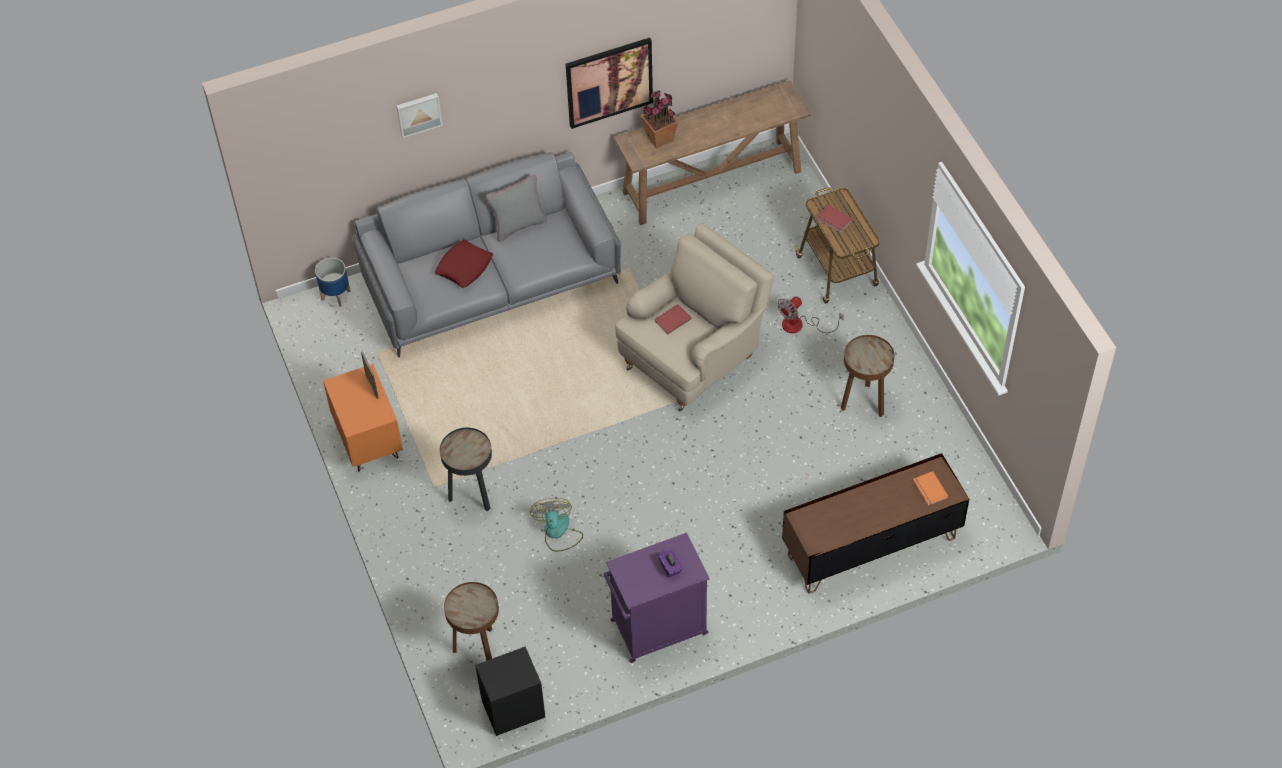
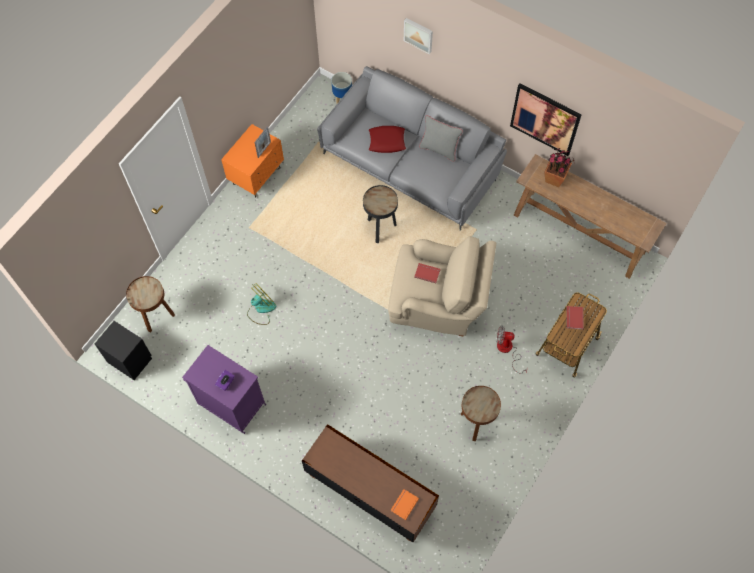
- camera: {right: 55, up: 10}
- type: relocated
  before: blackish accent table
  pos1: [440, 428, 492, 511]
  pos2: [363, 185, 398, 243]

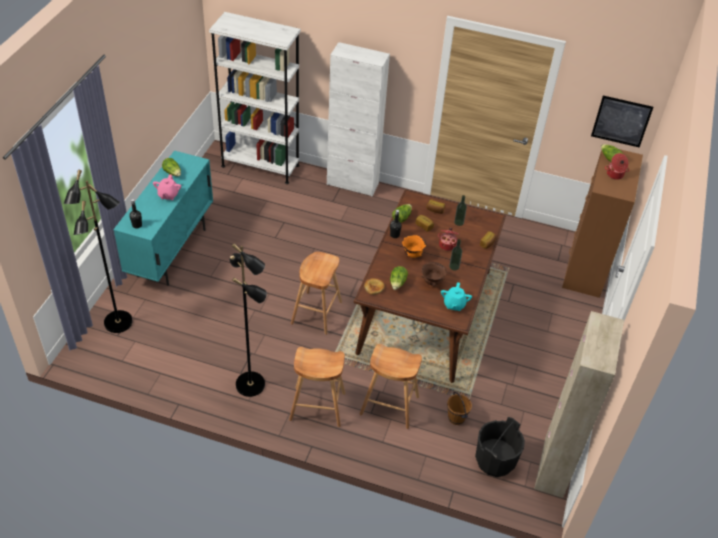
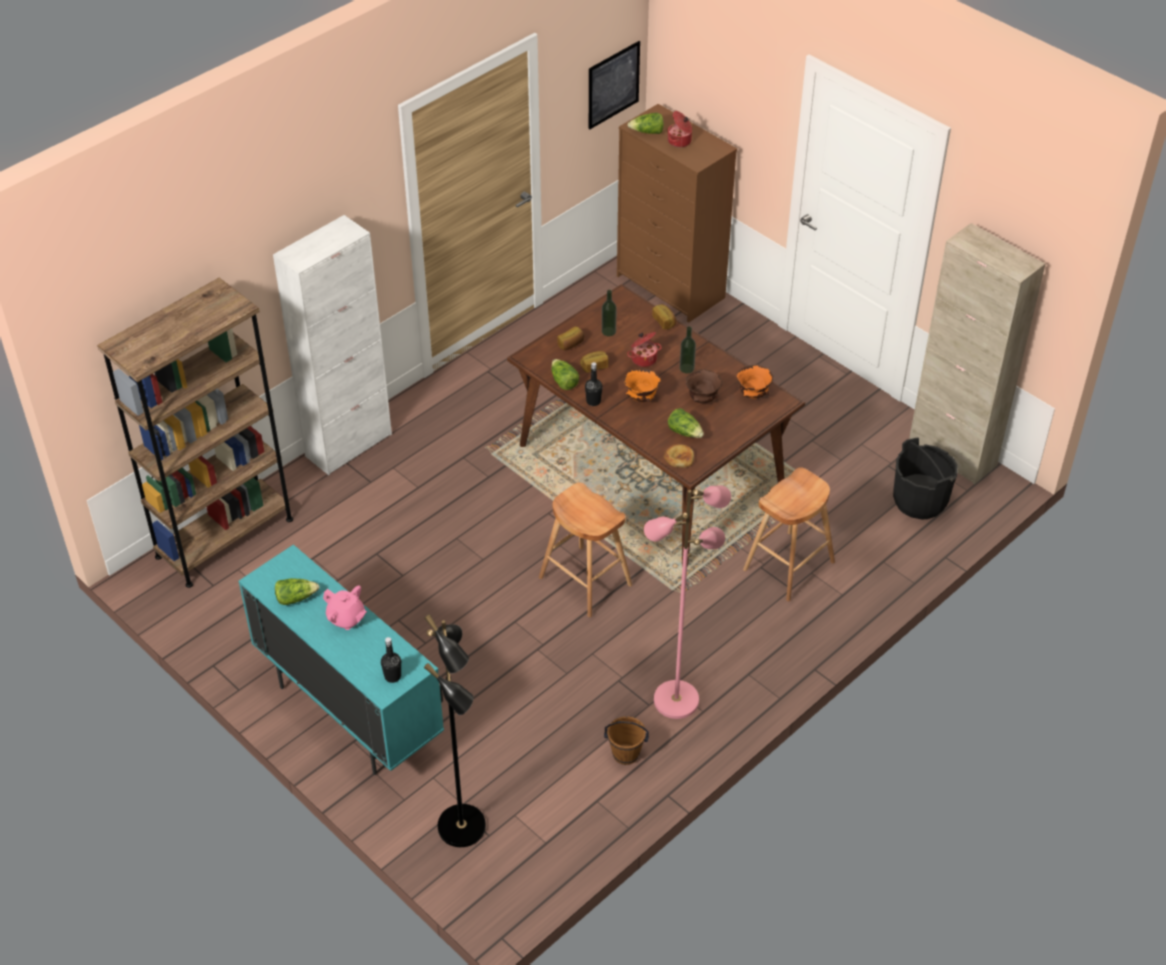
- camera: {right: -60, up: 0}
- type: colour
  before: white-coloured bookcase
  after: brown bookcase
  pos1: [209, 12, 301, 184]
  pos2: [97, 278, 293, 588]
- type: colour
  before: blackish standing lamp
  after: pink-coloured standing lamp
  pos1: [230, 243, 267, 397]
  pos2: [644, 485, 731, 719]
- type: exchanged
  before: turquoise-coloured teapot
  after: orangey bowl
  pos1: [441, 282, 472, 311]
  pos2: [737, 365, 773, 399]
- type: missing
  before: brown sitting stool
  pos1: [289, 347, 346, 427]
- type: relocated
  before: brown water bucket
  pos1: [447, 392, 472, 425]
  pos2: [604, 716, 649, 765]

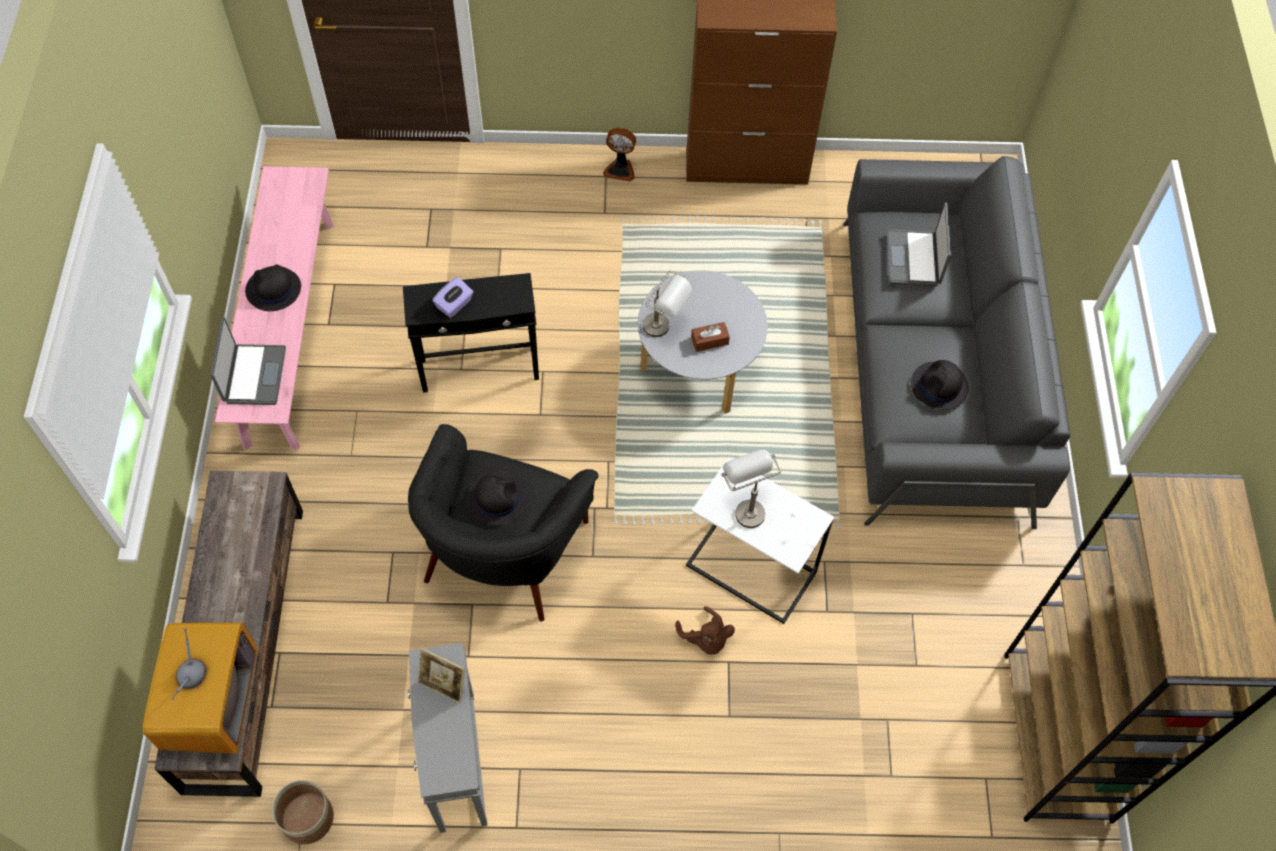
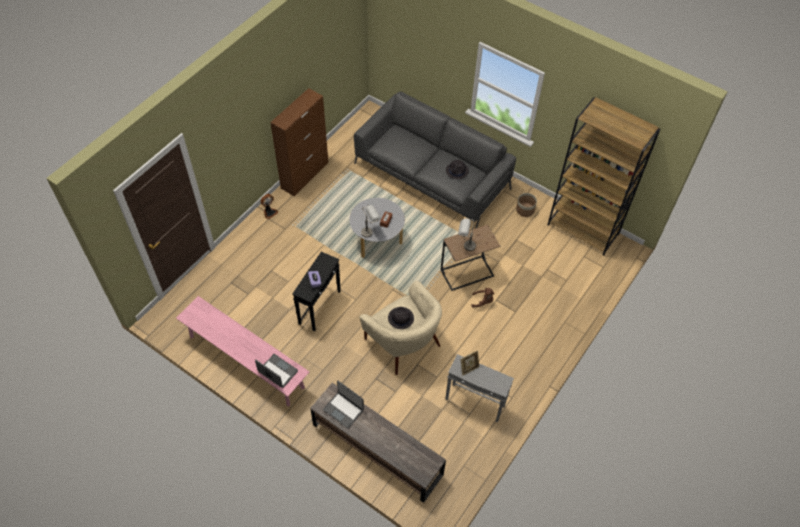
- camera: {right: -55, up: -5}
- type: relocated
  before: laptop
  pos1: [887, 202, 951, 286]
  pos2: [323, 381, 364, 428]
- type: missing
  before: blackish hat
  pos1: [245, 265, 301, 311]
- type: colour
  before: blackish lounge chair
  after: sand-coloured lounge chair
  pos1: [408, 424, 599, 621]
  pos2: [359, 281, 442, 375]
- type: colour
  before: white-coloured accent table
  after: brown accent table
  pos1: [686, 457, 834, 624]
  pos2: [441, 225, 500, 291]
- type: missing
  before: TV
  pos1: [143, 622, 257, 754]
- type: relocated
  before: flower pot
  pos1: [272, 780, 334, 844]
  pos2: [516, 193, 537, 217]

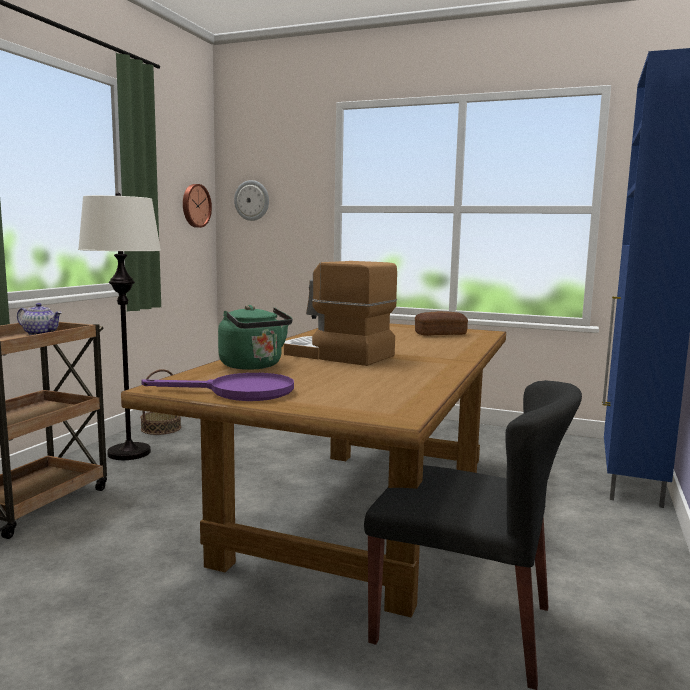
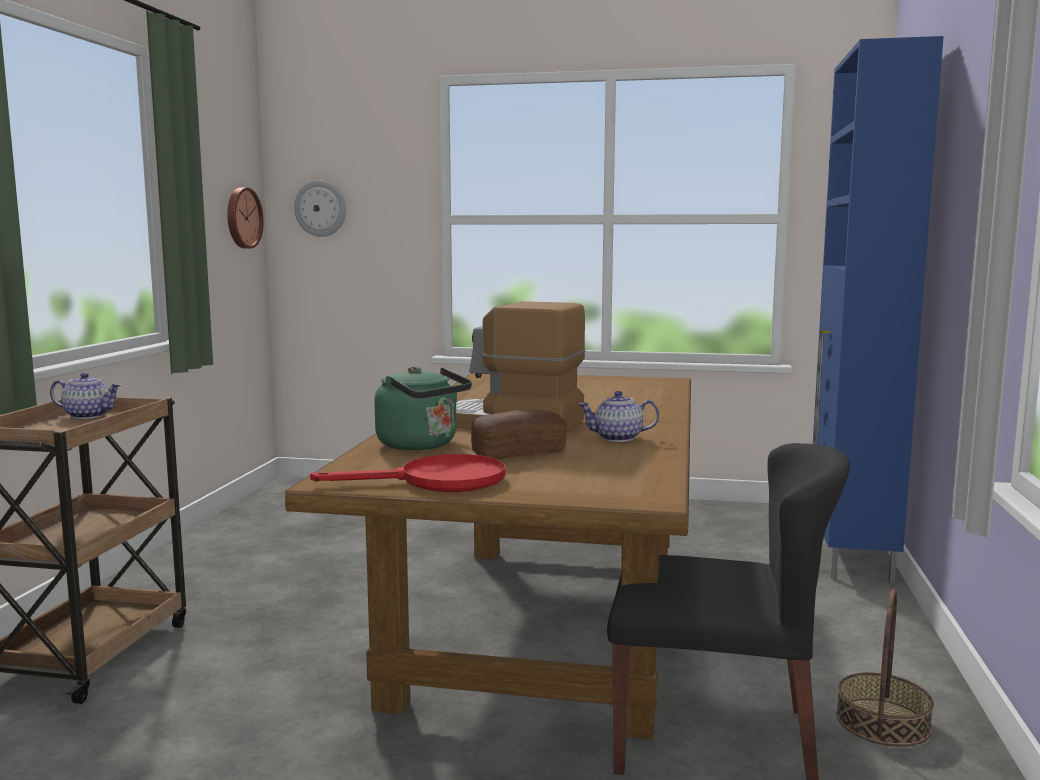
- camera: {right: -10, up: 0}
- type: missing
  before: white-coloured standing lamp
  pos1: [78, 193, 161, 460]
- type: relocated
  before: bakery bread
  pos1: [415, 311, 468, 336]
  pos2: [470, 410, 567, 459]
- type: relocated
  before: storage basket
  pos1: [140, 369, 181, 435]
  pos2: [836, 589, 934, 747]
- type: colour
  before: purple-coloured pan
  after: red-coloured pan
  pos1: [141, 373, 294, 401]
  pos2: [310, 454, 505, 492]
- type: appeared
  after: teapot
  pos2: [578, 391, 659, 442]

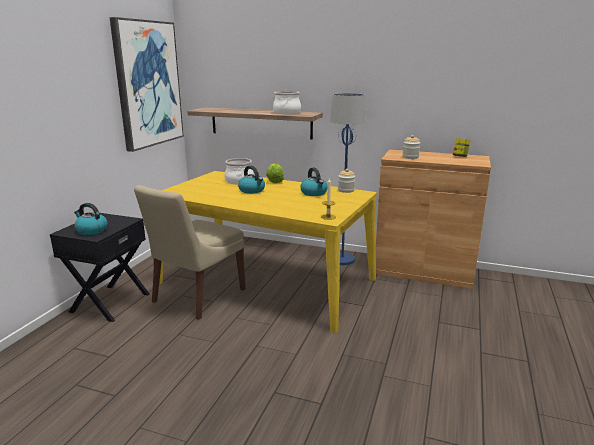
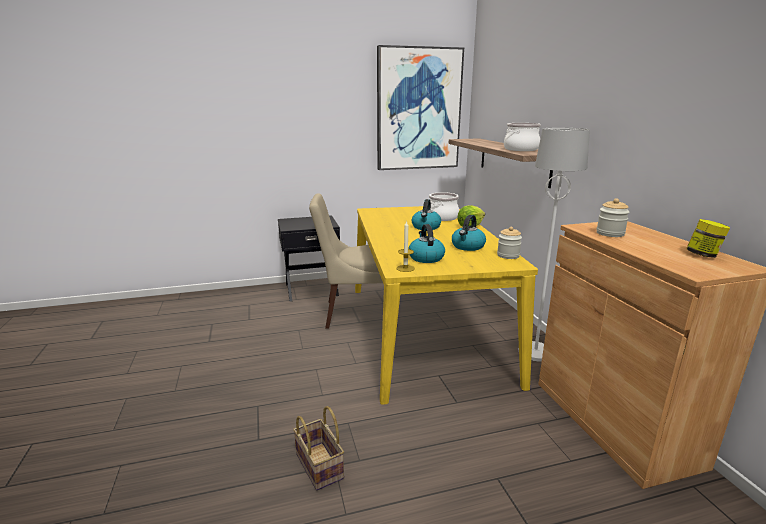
- camera: {right: 55, up: 0}
- type: colour
  before: bluish standing lamp
  after: white-coloured standing lamp
  pos1: [330, 93, 365, 265]
  pos2: [531, 128, 590, 362]
- type: relocated
  before: kettle
  pos1: [74, 203, 108, 235]
  pos2: [408, 224, 445, 263]
- type: appeared
  after: storage basket
  pos2: [293, 406, 344, 490]

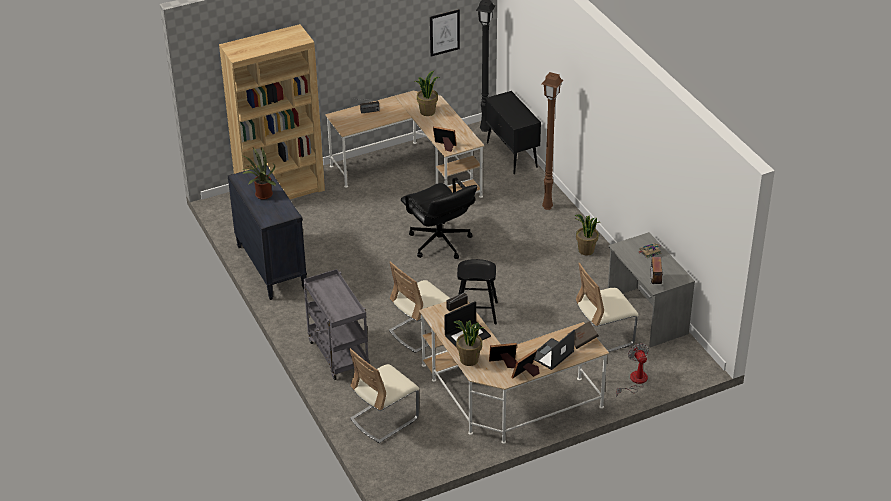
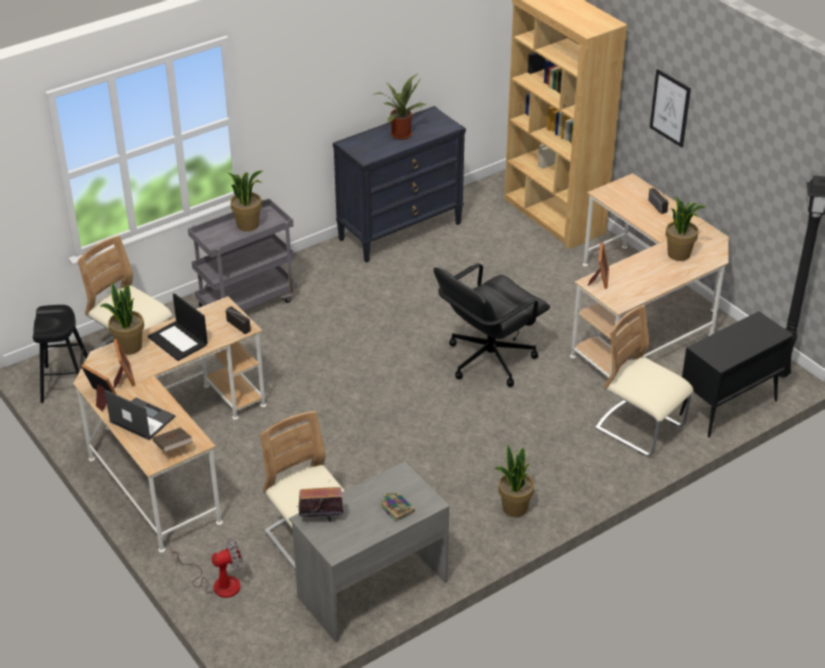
- camera: {right: 80, up: 0}
- type: relocated
  before: wall art
  pos1: [430, 9, 460, 57]
  pos2: [650, 69, 691, 148]
- type: missing
  before: brown standing lamp
  pos1: [542, 72, 563, 210]
- type: relocated
  before: blackish sitting stool
  pos1: [457, 259, 498, 324]
  pos2: [32, 305, 88, 403]
- type: relocated
  before: sand-coloured plain chair
  pos1: [389, 261, 450, 353]
  pos2: [595, 305, 694, 456]
- type: appeared
  after: houseplant
  pos2: [228, 170, 263, 232]

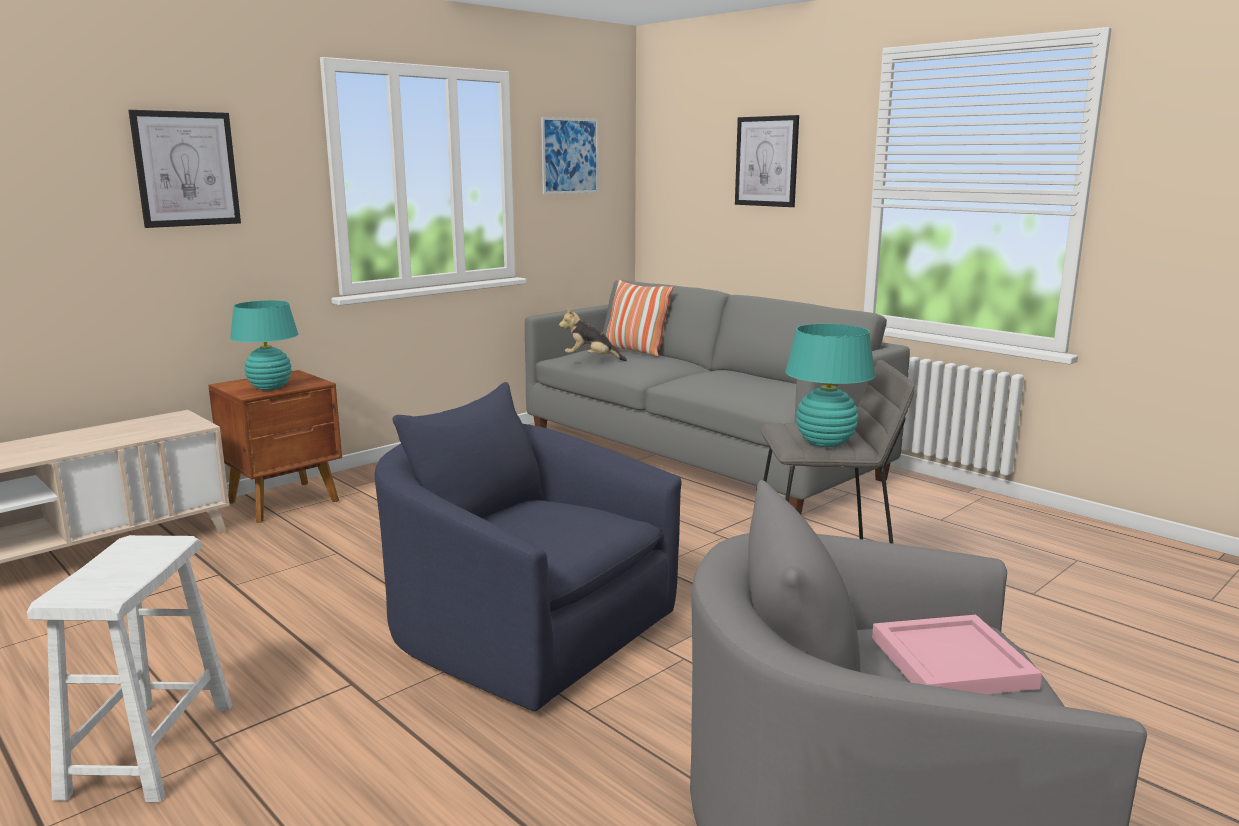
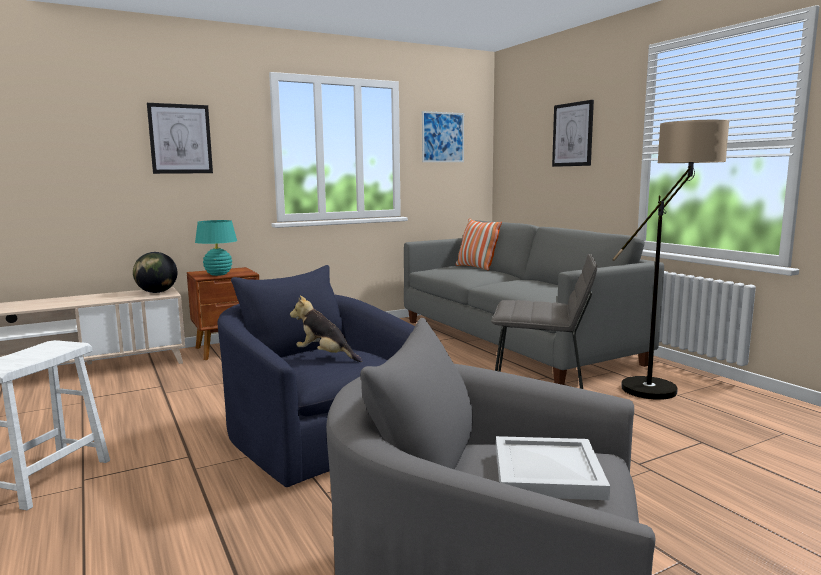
- camera: {right: 15, up: -5}
- type: relocated
  before: plush toy
  pos1: [559, 308, 627, 361]
  pos2: [290, 295, 362, 362]
- type: missing
  before: turquoise-coloured table lamp
  pos1: [785, 324, 875, 447]
- type: colour
  before: pink-coloured carrying tray
  after: white-coloured carrying tray
  pos1: [872, 615, 1042, 694]
  pos2: [496, 436, 610, 500]
- type: appeared
  after: standing lamp
  pos2: [612, 120, 729, 400]
- type: appeared
  after: globe
  pos2: [133, 252, 177, 293]

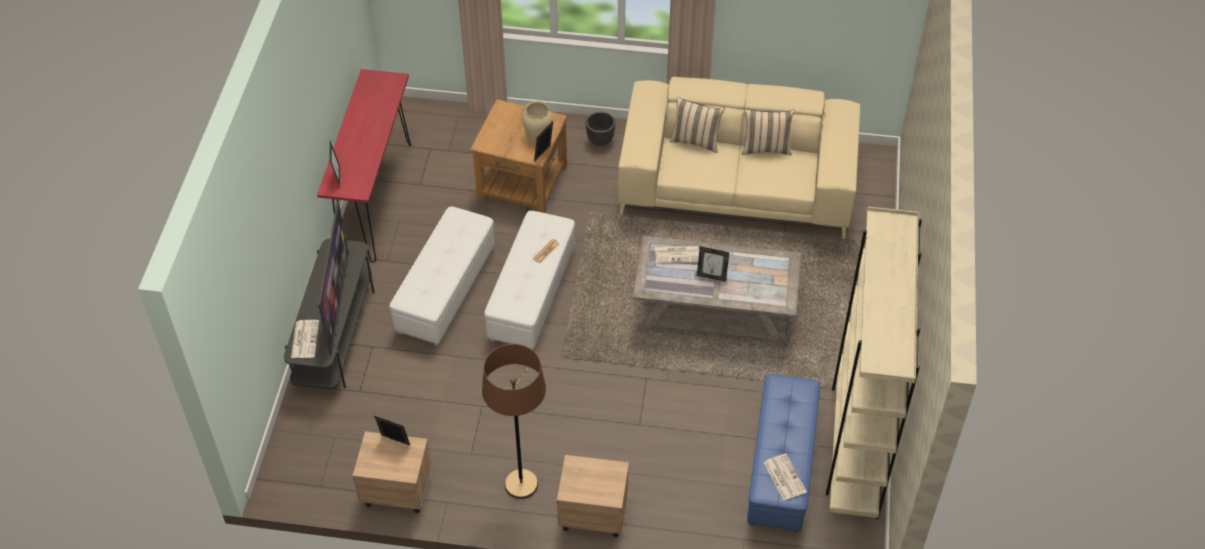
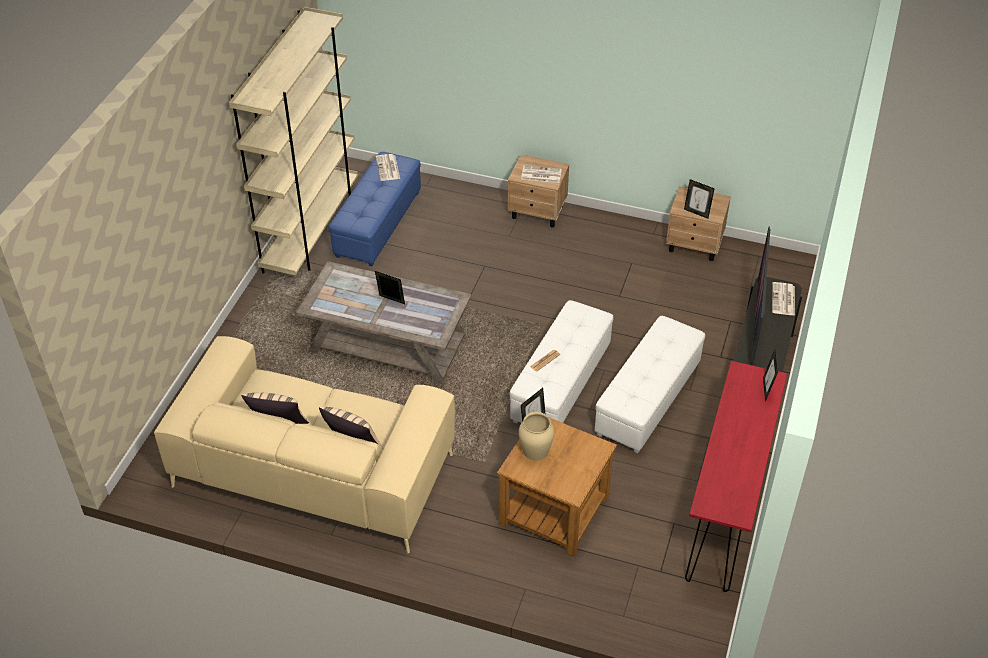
- camera: {right: -170, up: -5}
- type: missing
  before: blackish flower pot
  pos1: [586, 112, 615, 146]
- type: relocated
  before: daily paper
  pos1: [655, 246, 699, 264]
  pos2: [521, 165, 562, 183]
- type: missing
  before: brown standing lamp
  pos1: [482, 344, 546, 499]

